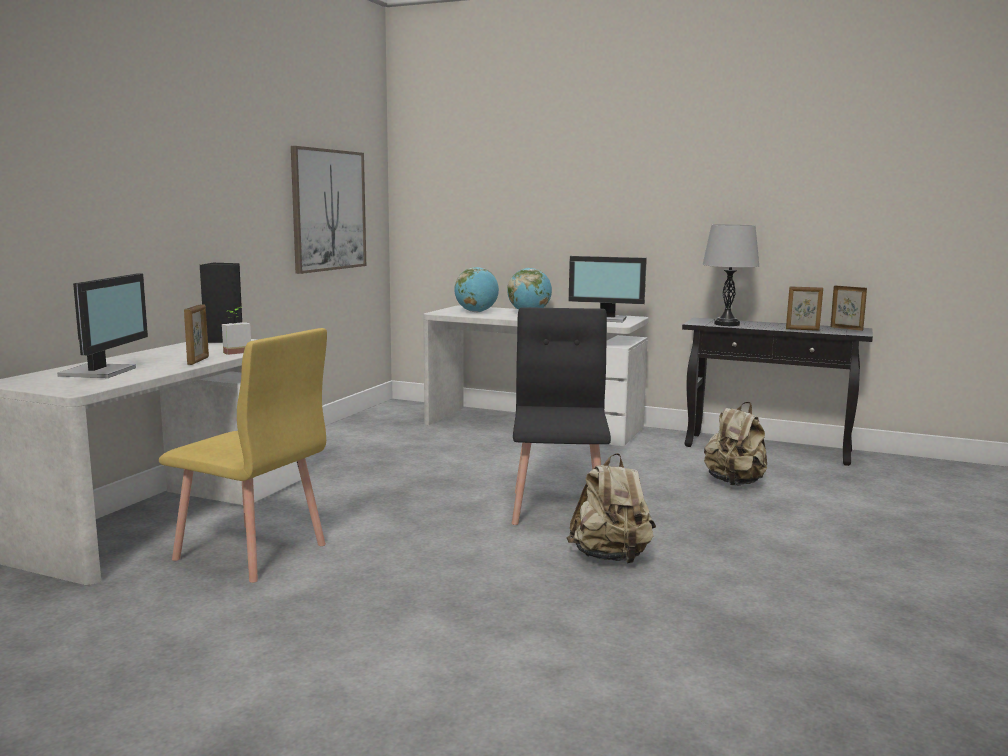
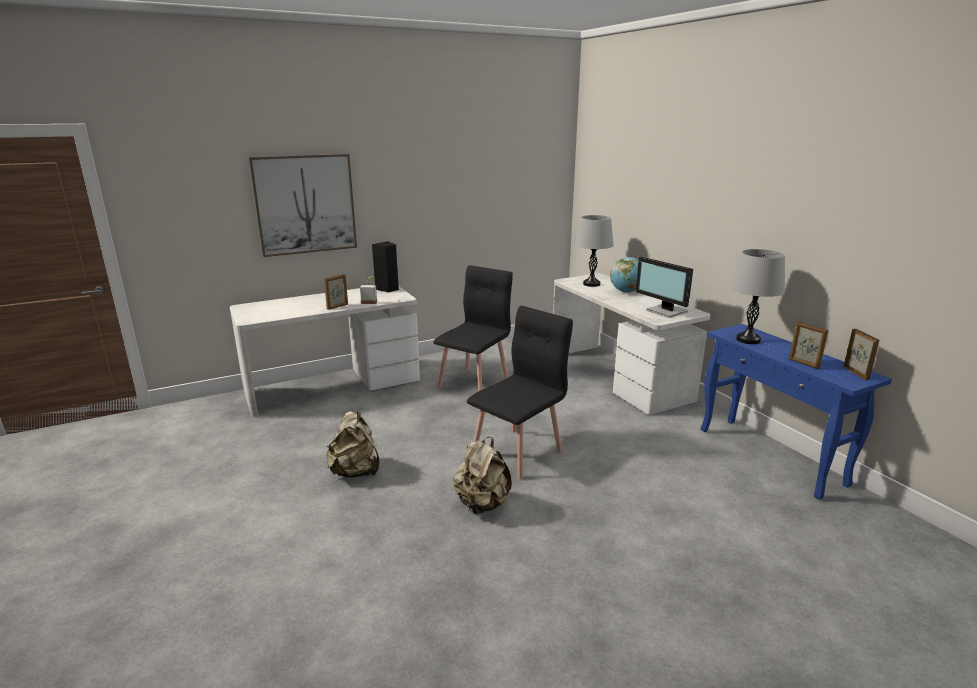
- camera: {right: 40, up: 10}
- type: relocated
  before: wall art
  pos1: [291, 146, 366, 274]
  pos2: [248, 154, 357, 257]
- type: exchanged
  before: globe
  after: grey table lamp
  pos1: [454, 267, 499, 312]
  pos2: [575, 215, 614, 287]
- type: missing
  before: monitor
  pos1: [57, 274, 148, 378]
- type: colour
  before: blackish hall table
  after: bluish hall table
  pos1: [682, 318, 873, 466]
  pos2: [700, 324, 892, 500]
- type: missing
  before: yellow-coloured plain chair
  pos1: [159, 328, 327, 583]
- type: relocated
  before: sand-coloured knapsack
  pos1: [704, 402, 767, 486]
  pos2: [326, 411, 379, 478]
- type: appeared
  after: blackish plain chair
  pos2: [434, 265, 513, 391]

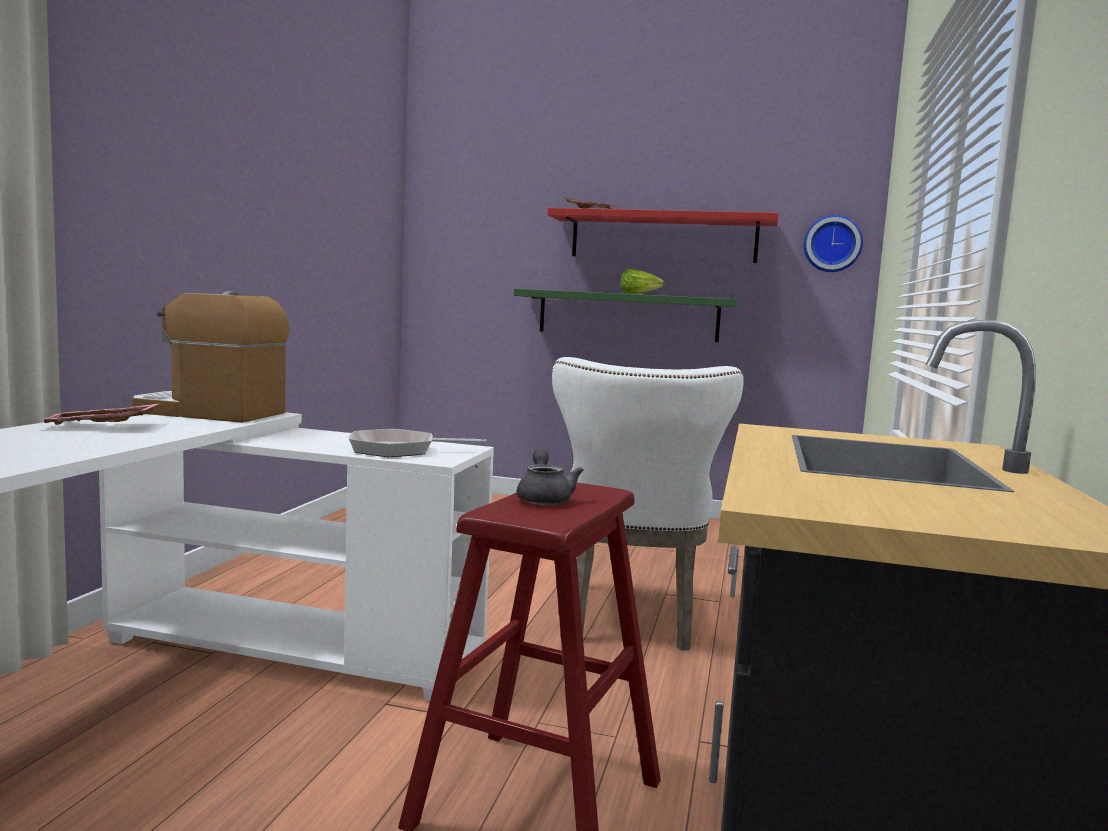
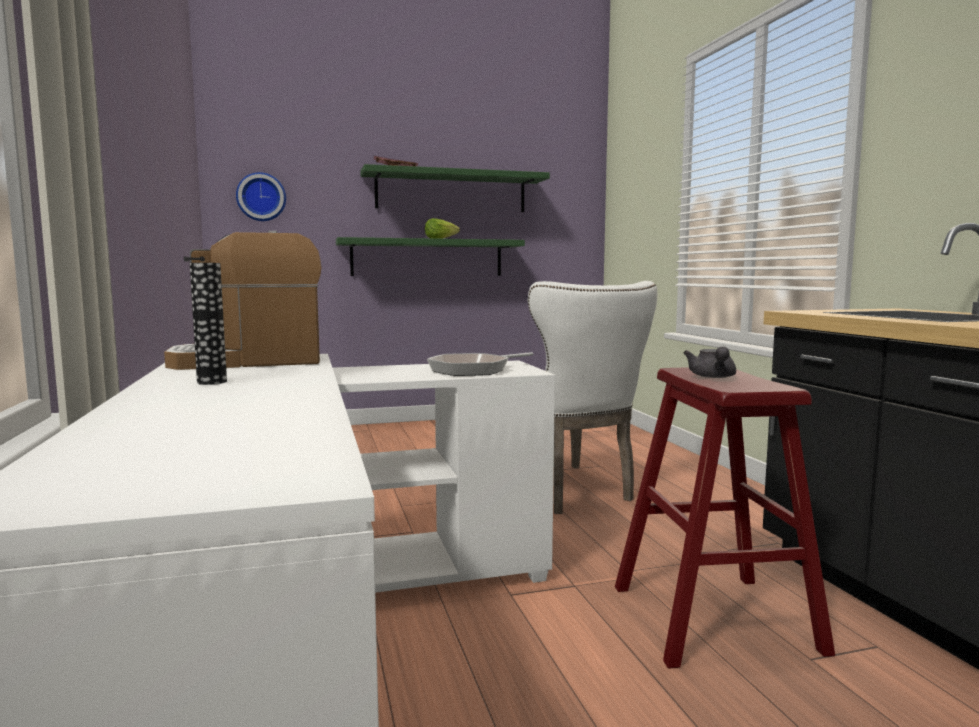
- camera: {right: -30, up: 0}
- type: colour
  before: red-coloured wall shelf
  after: greenish wall shelf
  pos1: [547, 208, 779, 263]
  pos2: [360, 164, 550, 212]
- type: relocated
  before: clock on the wall
  pos1: [803, 215, 863, 272]
  pos2: [236, 172, 286, 221]
- type: exchanged
  before: pink-coloured carrying tray
  after: vase
  pos1: [40, 403, 161, 425]
  pos2: [190, 263, 227, 385]
- type: spun
  before: grey teapot
  pos1: [517, 448, 584, 505]
  pos2: [684, 346, 736, 378]
  turn: -135

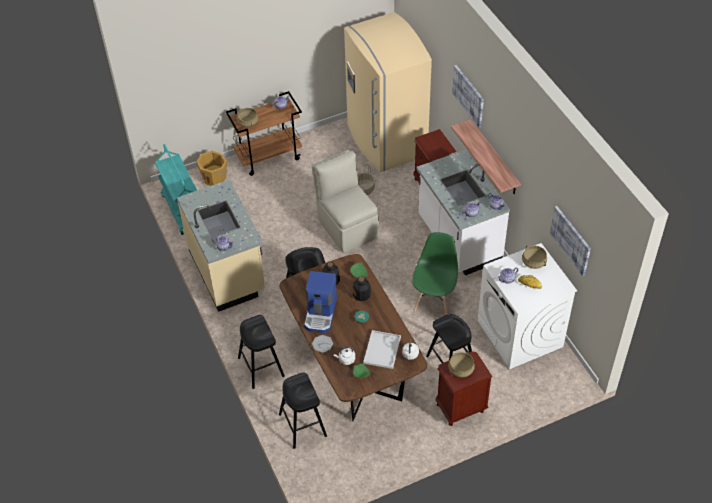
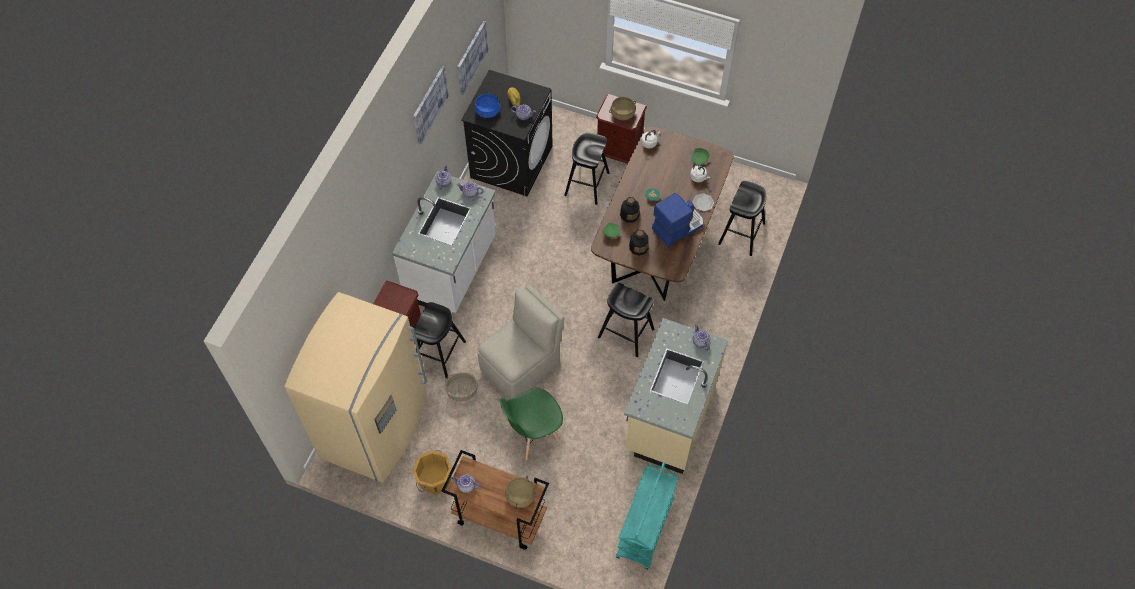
- camera: {right: -135, up: 10}
- type: relocated
  before: wall art
  pos1: [452, 65, 484, 128]
  pos2: [413, 66, 449, 145]
- type: missing
  before: wall shelf
  pos1: [451, 119, 521, 194]
- type: spun
  before: sand-coloured plain chair
  pos1: [312, 150, 379, 253]
  pos2: [478, 284, 565, 400]
  turn: -150
- type: relocated
  before: orangey water bucket
  pos1: [196, 151, 228, 186]
  pos2: [412, 450, 452, 495]
- type: relocated
  before: greenish plain chair
  pos1: [412, 232, 458, 315]
  pos2: [500, 388, 563, 461]
- type: colour
  before: white-coloured laundry appliance
  after: blackish laundry appliance
  pos1: [477, 243, 577, 369]
  pos2: [461, 70, 553, 197]
- type: colour
  before: sand-coloured saucepot
  after: bluish saucepot
  pos1: [522, 245, 547, 269]
  pos2: [475, 93, 500, 118]
- type: relocated
  before: blackish sitting stool
  pos1: [238, 315, 285, 389]
  pos2: [412, 302, 466, 379]
- type: missing
  before: white-coloured carrying tray
  pos1: [363, 330, 401, 369]

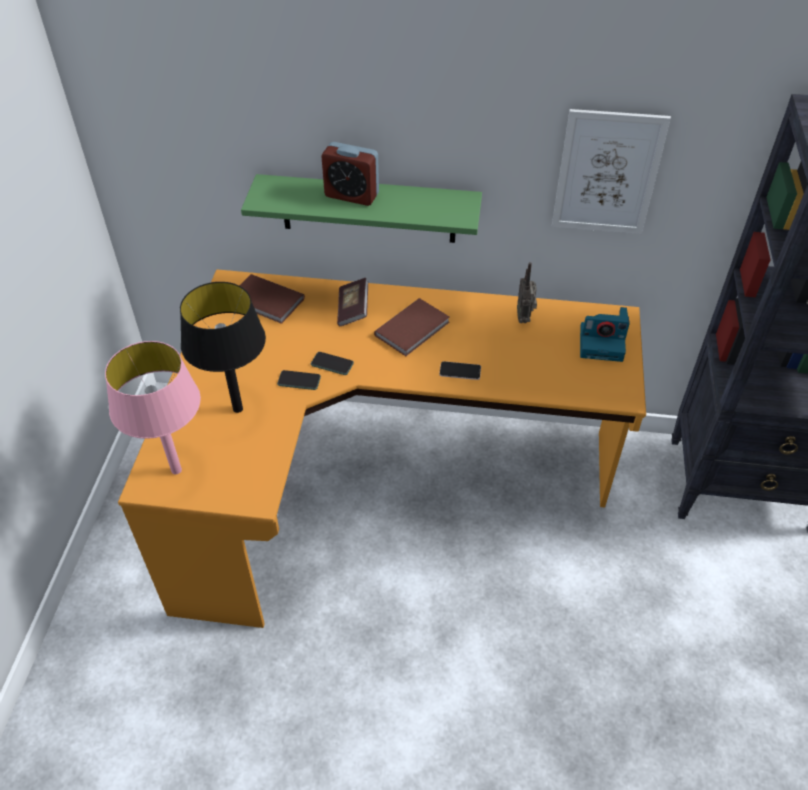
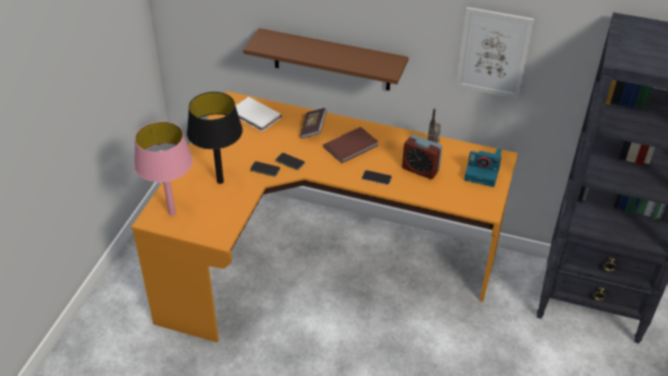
- camera: {right: 10, up: -5}
- type: relocated
  before: alarm clock
  pos1: [322, 142, 379, 206]
  pos2: [402, 135, 442, 179]
- type: colour
  before: greenish wall shelf
  after: brown wall shelf
  pos1: [241, 174, 482, 243]
  pos2: [243, 28, 409, 91]
- type: colour
  before: brown volume
  after: white-coloured volume
  pos1: [240, 274, 305, 324]
  pos2: [235, 97, 282, 132]

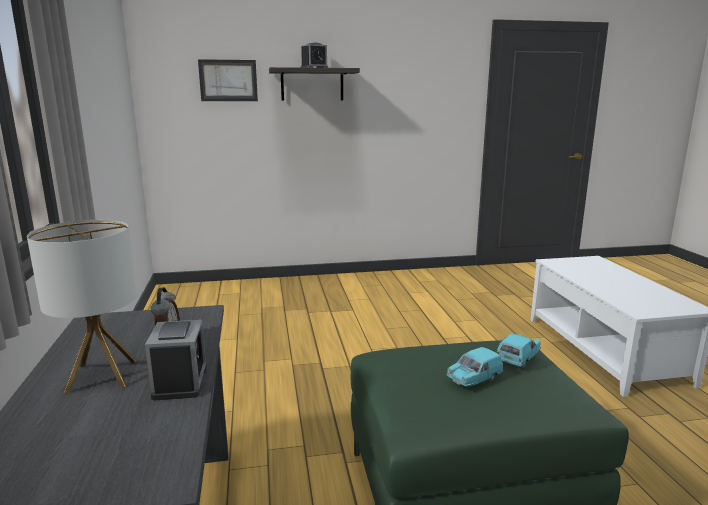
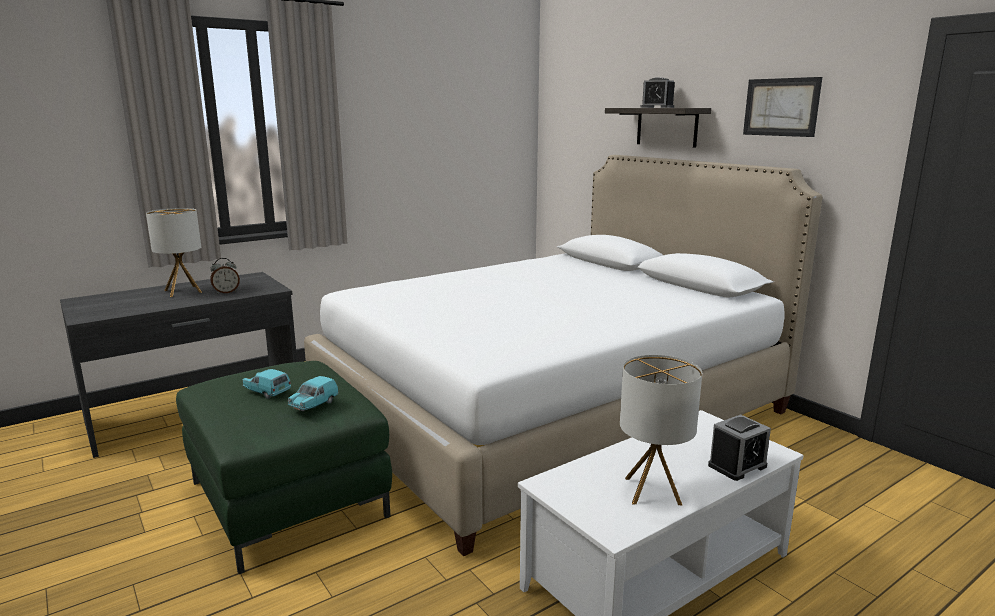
- camera: {right: 65, up: 0}
- type: relocated
  before: wall art
  pos1: [198, 59, 258, 101]
  pos2: [743, 77, 822, 137]
- type: relocated
  before: alarm clock
  pos1: [145, 320, 207, 401]
  pos2: [708, 414, 771, 481]
- type: spun
  before: turquoise-coloured miniature car
  pos1: [496, 334, 541, 368]
  pos2: [288, 376, 338, 411]
  turn: 105
- type: appeared
  after: white-coloured sleeping bed
  pos2: [304, 155, 823, 556]
- type: appeared
  after: table lamp
  pos2: [620, 355, 702, 505]

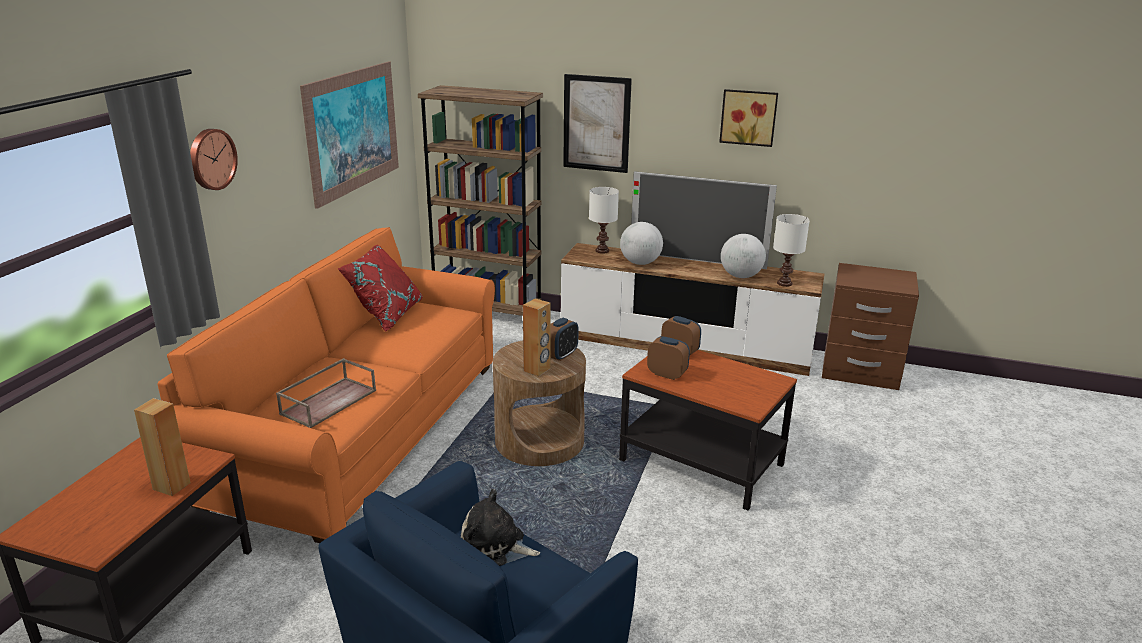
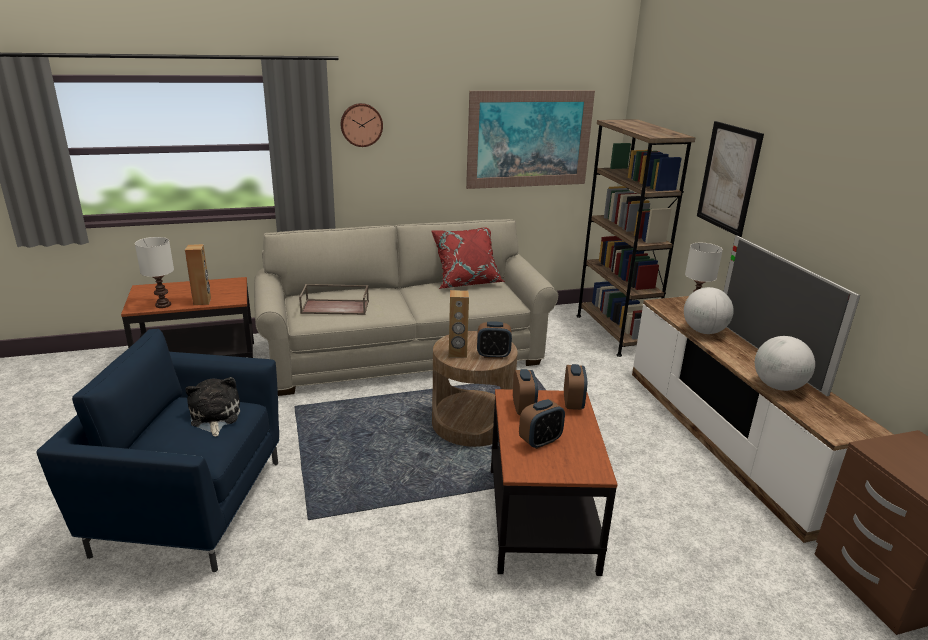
- camera: {right: 55, up: 0}
- type: missing
  before: wall art
  pos1: [719, 89, 778, 147]
- type: relocated
  before: white-coloured table lamp
  pos1: [773, 214, 810, 287]
  pos2: [135, 237, 174, 308]
- type: colour
  before: orangey sofa
  after: sand-coloured sofa
  pos1: [158, 227, 495, 543]
  pos2: [254, 219, 558, 396]
- type: appeared
  after: alarm clock
  pos2: [519, 399, 565, 449]

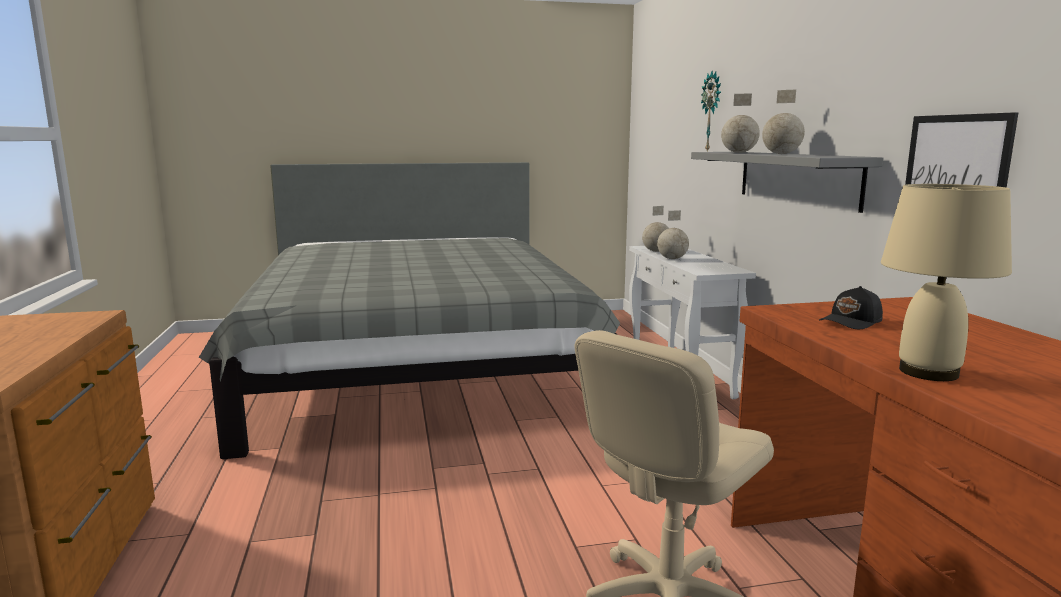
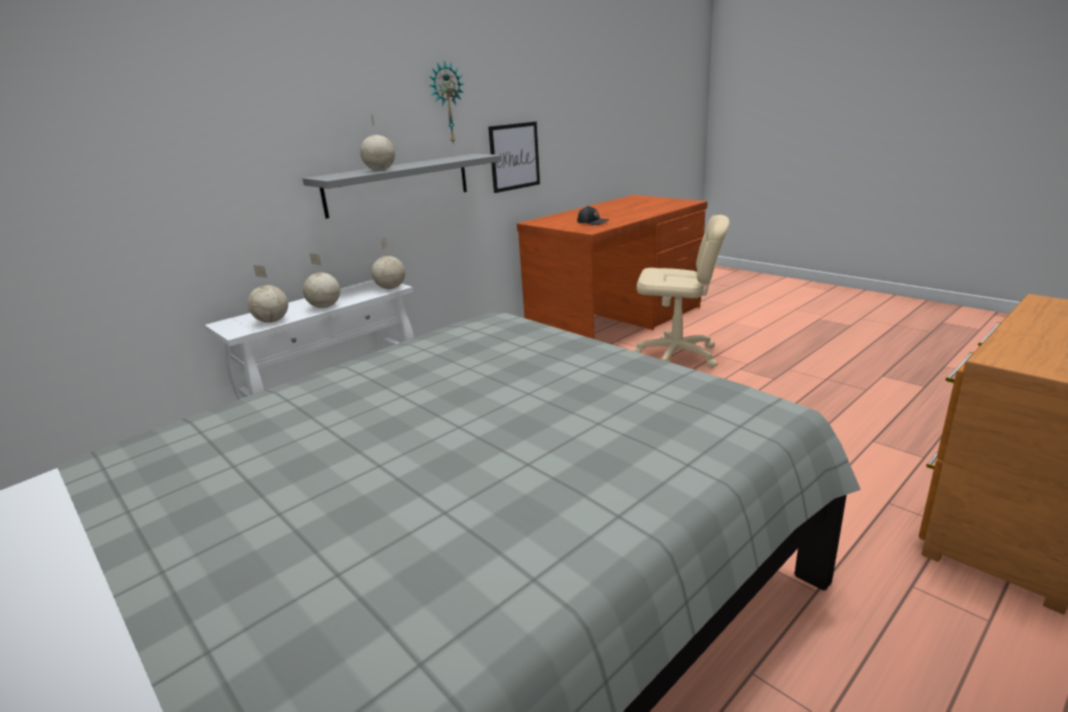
- camera: {right: -120, up: 10}
- type: relocated
  before: clock on the wall
  pos1: [701, 71, 721, 152]
  pos2: [429, 60, 464, 145]
- type: relocated
  before: globe
  pos1: [762, 89, 805, 154]
  pos2: [371, 237, 405, 289]
- type: missing
  before: sand-coloured table lamp
  pos1: [881, 184, 1012, 381]

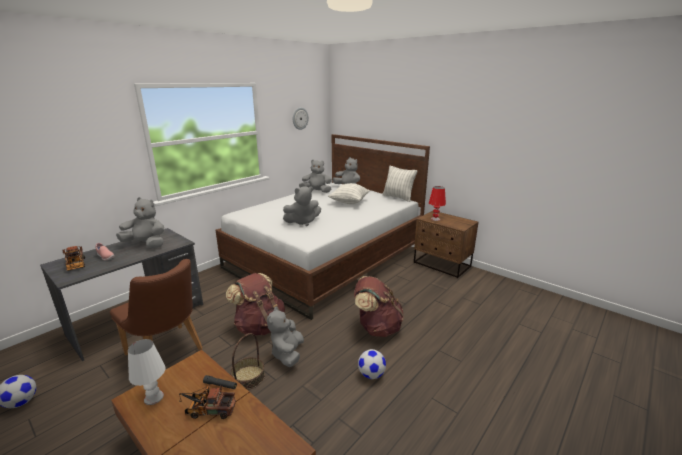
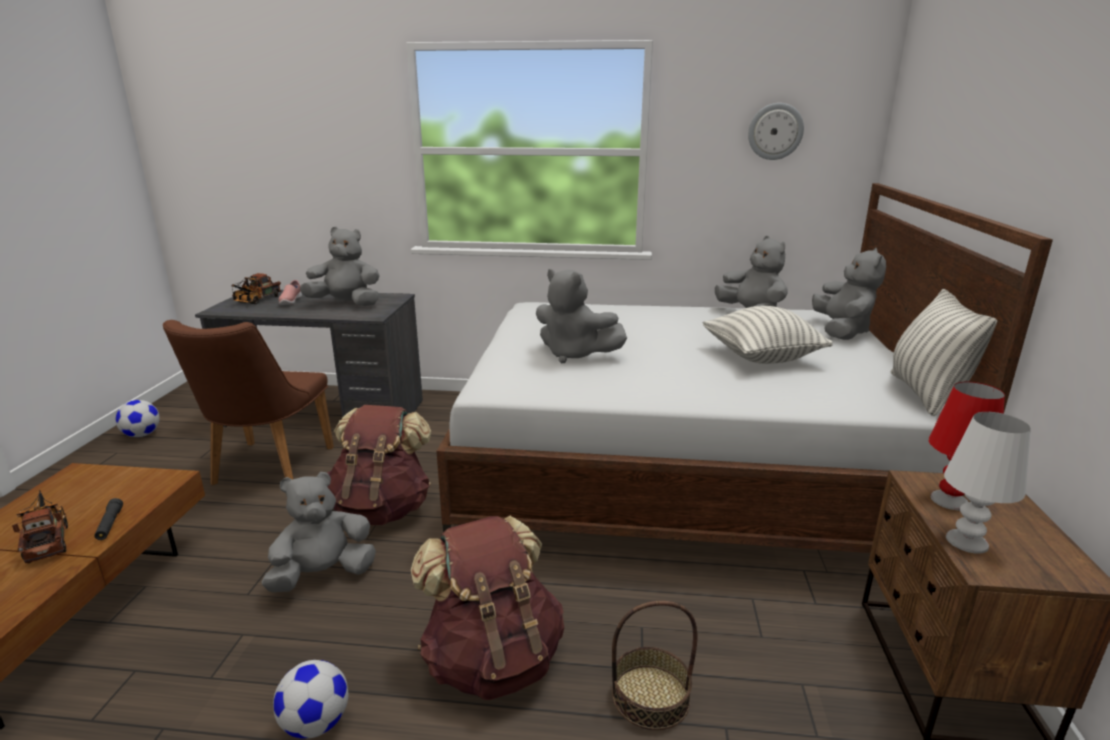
- camera: {right: 55, up: 0}
- type: spun
  before: grey plush toy
  pos1: [116, 197, 164, 248]
  pos2: [300, 227, 380, 306]
  turn: -60
- type: relocated
  before: storage basket
  pos1: [230, 333, 265, 390]
  pos2: [612, 601, 698, 730]
- type: relocated
  before: white-coloured table lamp
  pos1: [128, 339, 166, 405]
  pos2: [944, 412, 1031, 554]

